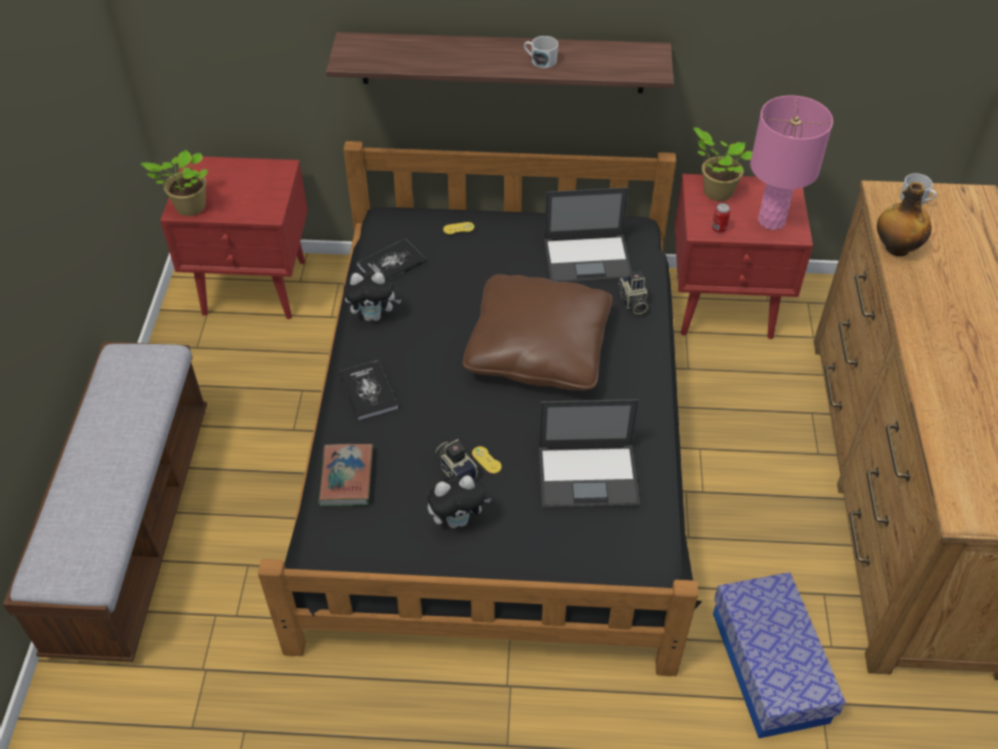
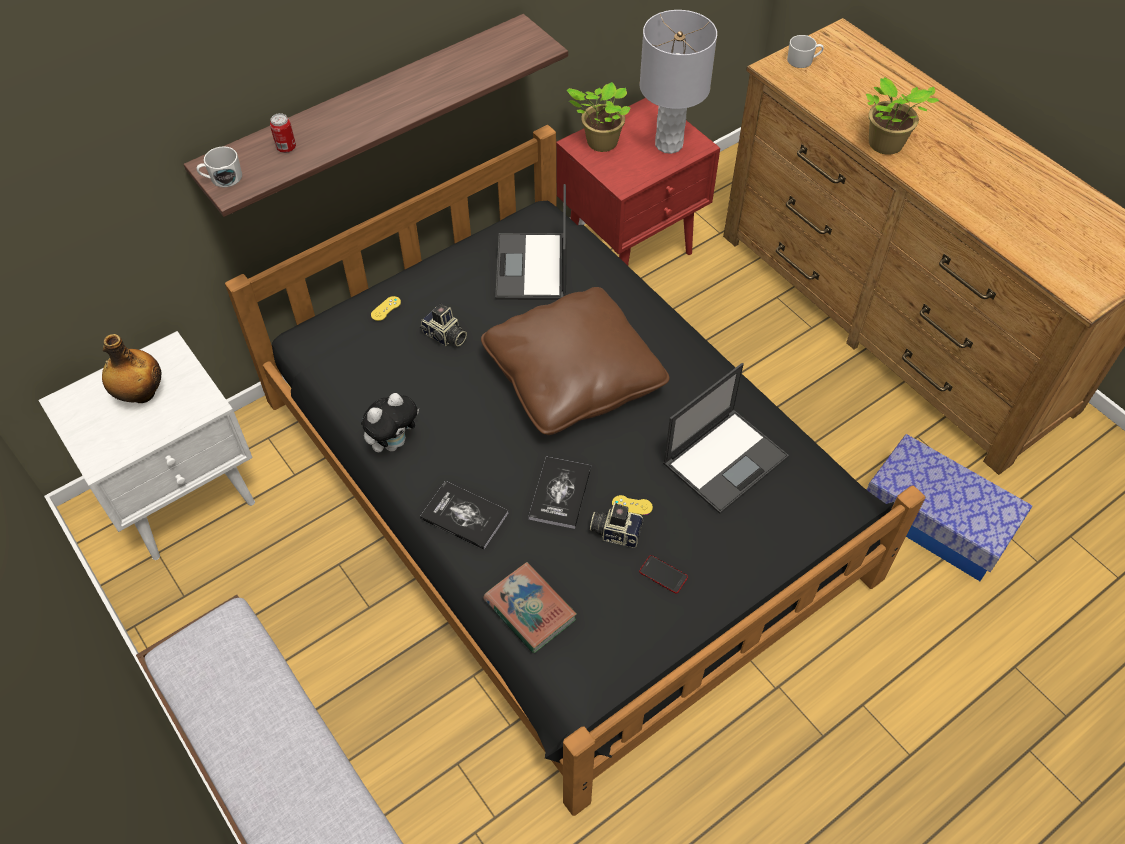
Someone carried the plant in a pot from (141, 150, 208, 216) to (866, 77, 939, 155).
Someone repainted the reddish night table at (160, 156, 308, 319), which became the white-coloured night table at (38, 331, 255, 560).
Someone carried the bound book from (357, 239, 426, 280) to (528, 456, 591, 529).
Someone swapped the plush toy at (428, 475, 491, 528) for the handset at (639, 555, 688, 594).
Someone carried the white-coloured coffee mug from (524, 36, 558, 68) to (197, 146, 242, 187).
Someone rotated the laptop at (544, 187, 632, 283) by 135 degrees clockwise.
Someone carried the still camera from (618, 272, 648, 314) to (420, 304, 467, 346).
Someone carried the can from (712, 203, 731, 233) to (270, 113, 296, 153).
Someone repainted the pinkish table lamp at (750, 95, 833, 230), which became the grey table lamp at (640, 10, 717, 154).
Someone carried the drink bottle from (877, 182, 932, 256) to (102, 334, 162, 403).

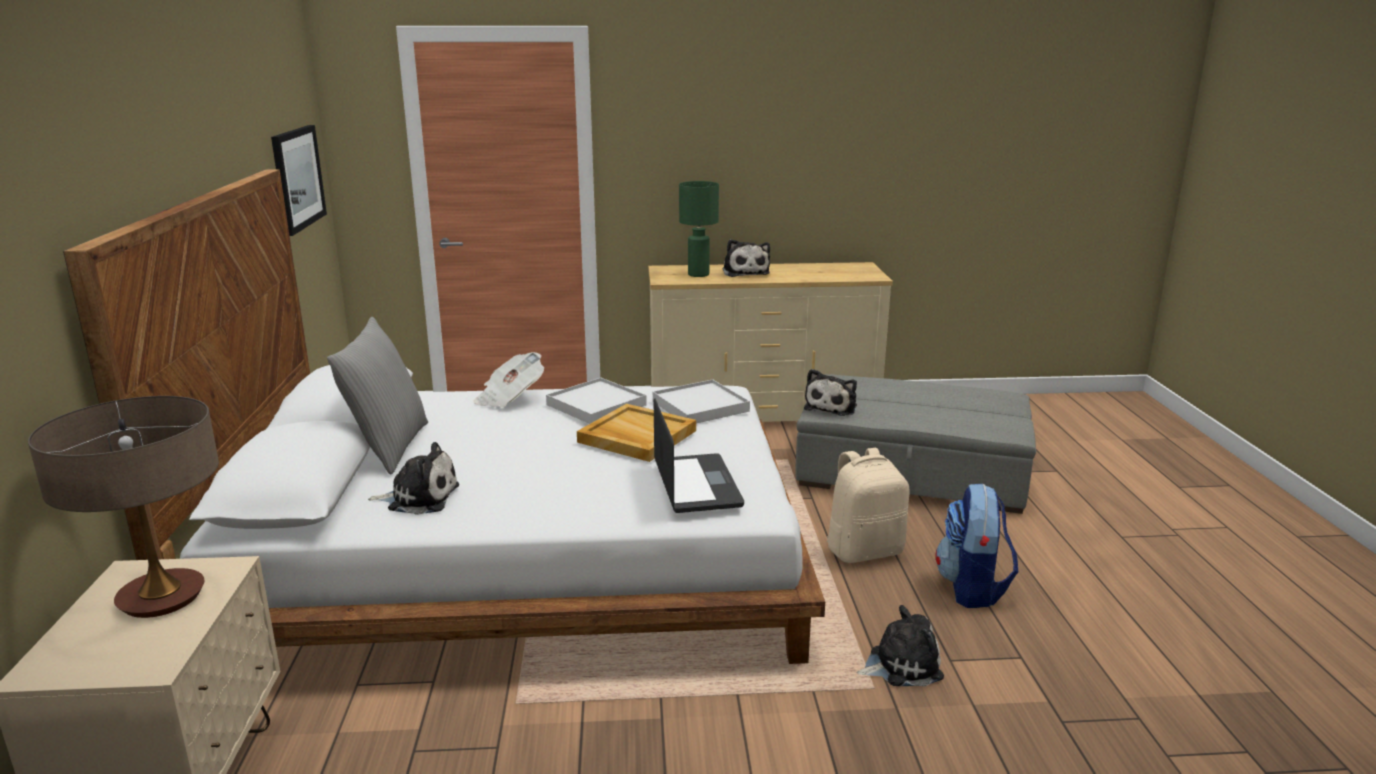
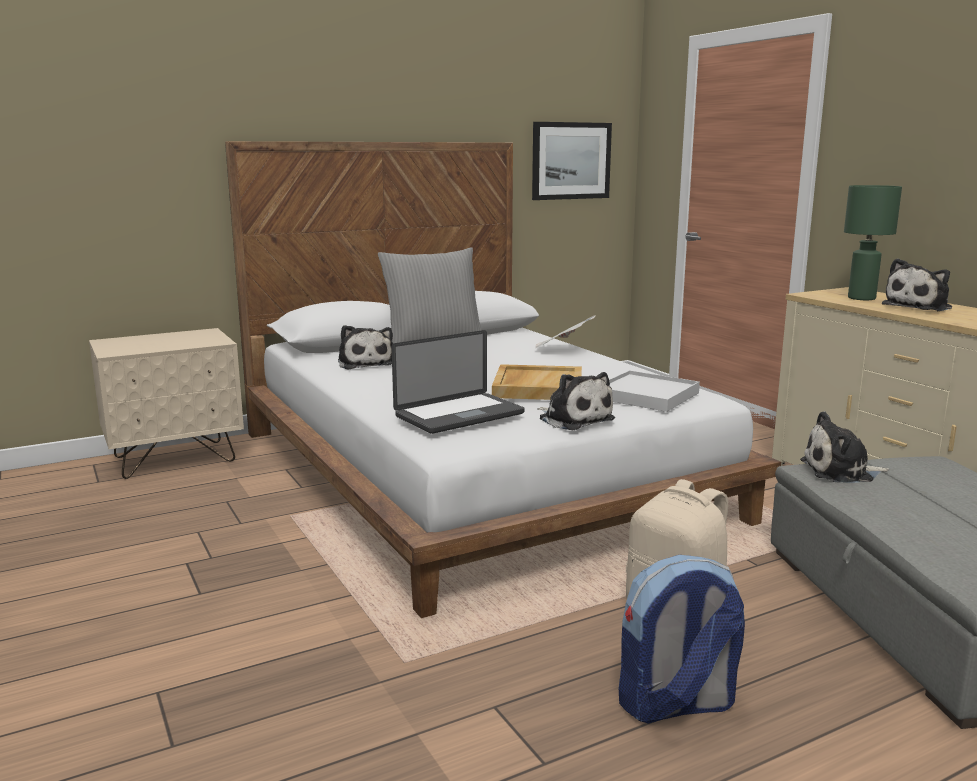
Someone took away the table lamp at (28, 396, 219, 618).
Someone took away the white-coloured carrying tray at (546, 378, 647, 424).
Someone carried the plush toy from (857, 605, 944, 686) to (537, 372, 615, 430).

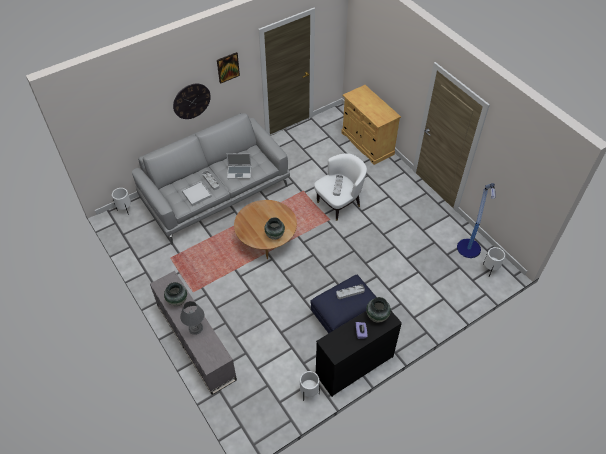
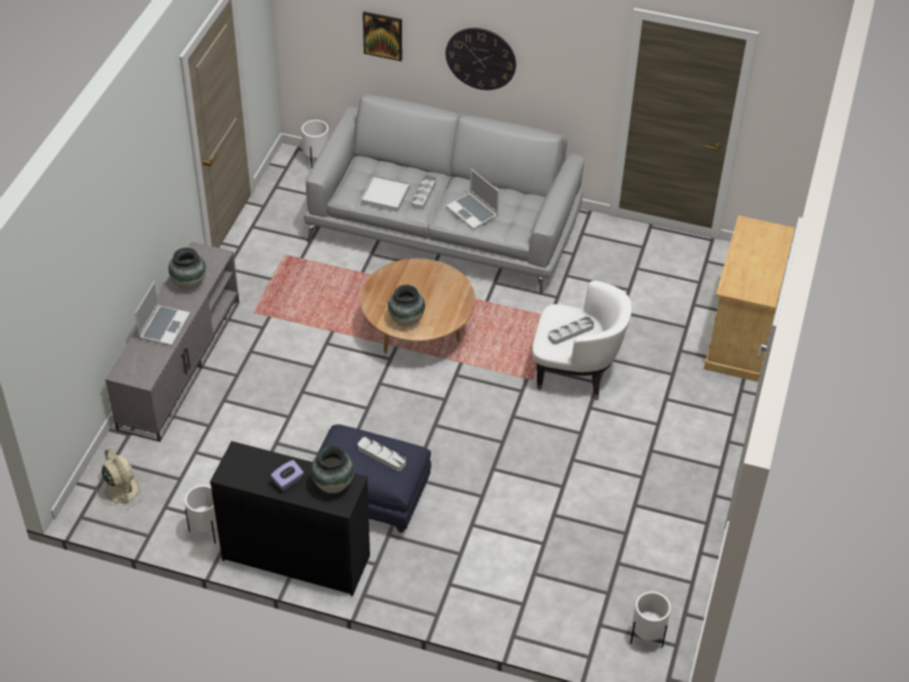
Someone swapped the grey table lamp at (180, 301, 204, 335) for the laptop at (135, 281, 190, 346).
Someone carried the wall picture from (217, 52, 240, 84) to (363, 11, 402, 61).
Someone took away the standing lamp at (457, 183, 496, 258).
Someone put down the sand-coloured fan at (96, 449, 146, 510).

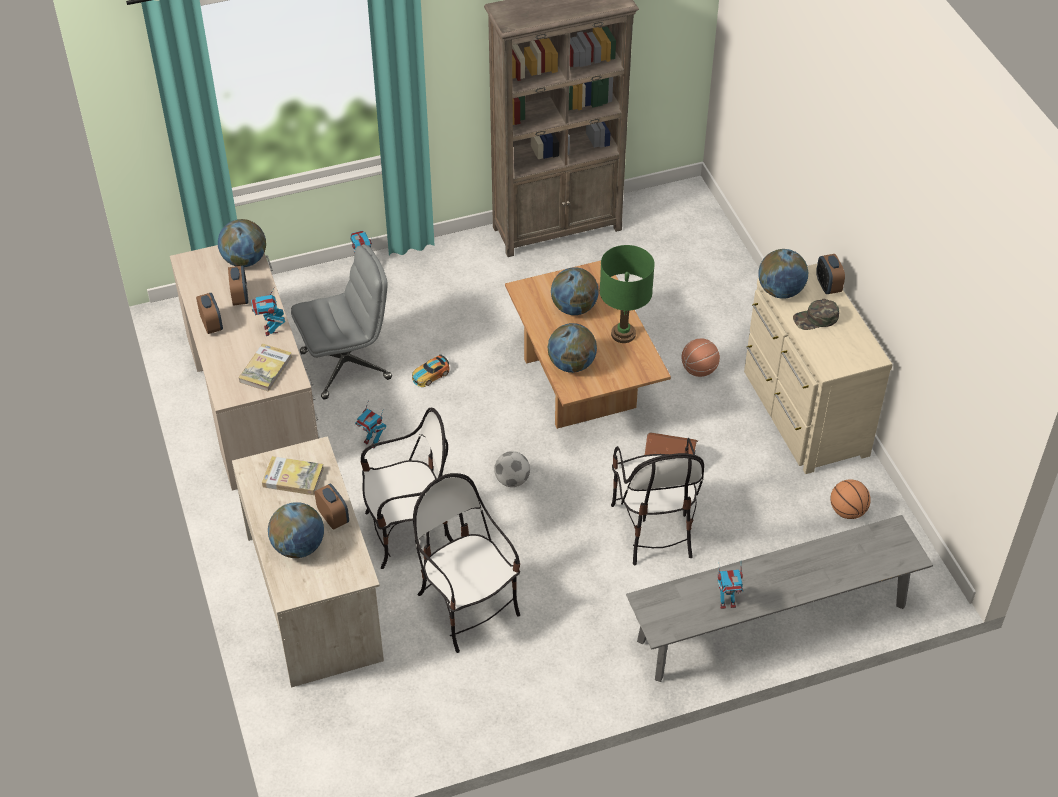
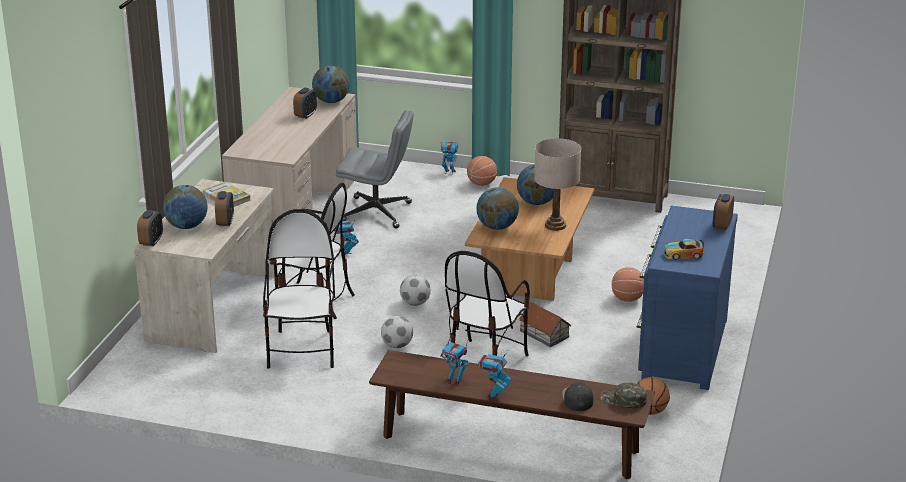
Someone carried the bedside clock from (196, 293, 223, 334) to (137, 210, 163, 247).
Someone took away the bound book at (239, 344, 292, 392).
Someone carried the robot figure from (251, 288, 285, 336) to (478, 351, 511, 399).
Someone carried the toy car from (412, 354, 449, 387) to (664, 239, 704, 260).
Someone repainted the green-coloured table lamp at (600, 245, 655, 343), which became the sand-coloured table lamp at (534, 138, 581, 231).
Someone repainted the grey long seat at (626, 515, 933, 682), which became the brown long seat at (369, 350, 655, 479).
Someone repainted the sand-coloured drawer chest at (744, 263, 893, 474), which became the bluish drawer chest at (636, 206, 738, 390).
Someone took away the globe at (758, 249, 808, 299).
Someone carried the green-coloured peaked cap from (793, 299, 839, 330) to (600, 382, 647, 409).
Someone put down the football ball at (381, 316, 413, 348).
Someone put down the basketball at (467, 156, 497, 186).
Someone put down the blackish peaked cap at (562, 382, 593, 411).

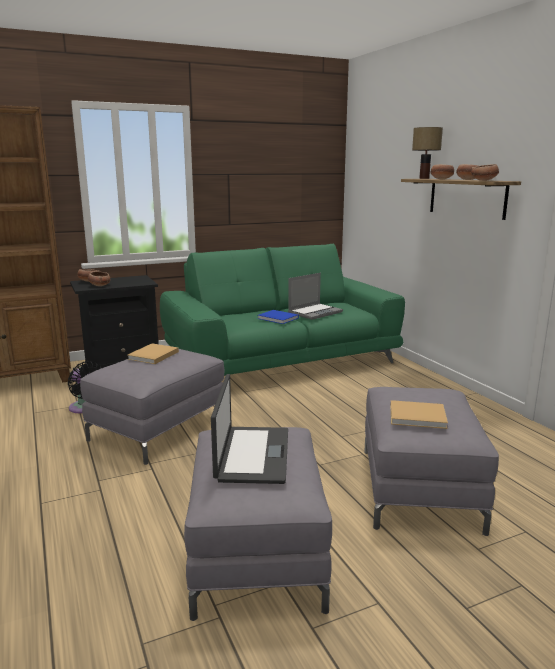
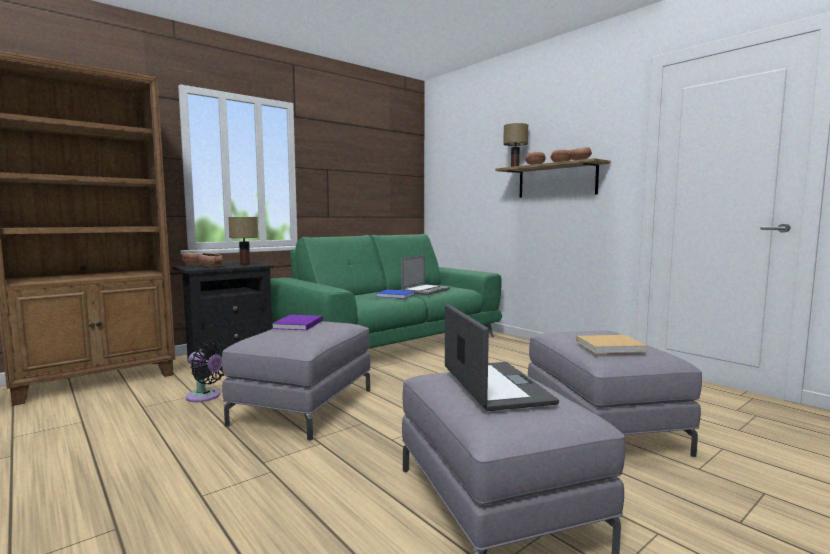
Someone repainted the sand-coloured bound book at (127, 343, 179, 364), which became the purple-coloured bound book at (272, 315, 323, 330).
Someone put down the table lamp at (228, 217, 258, 265).

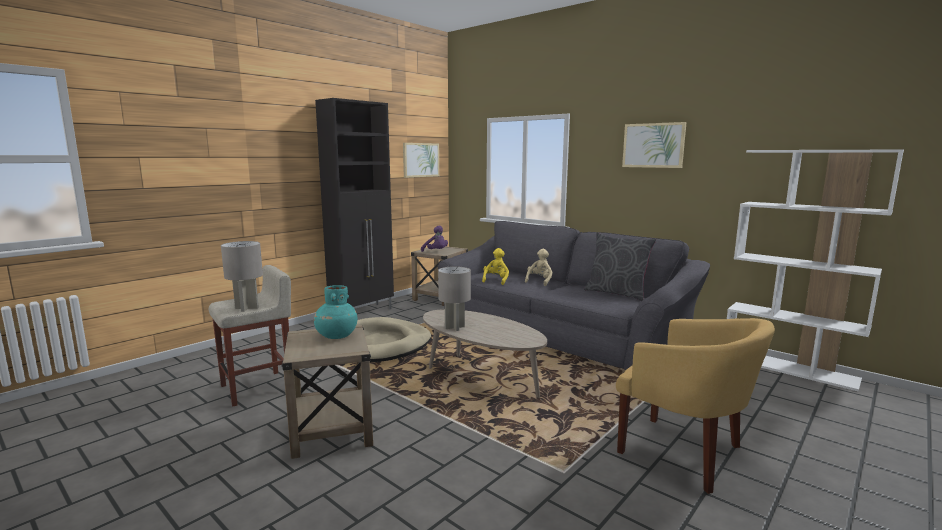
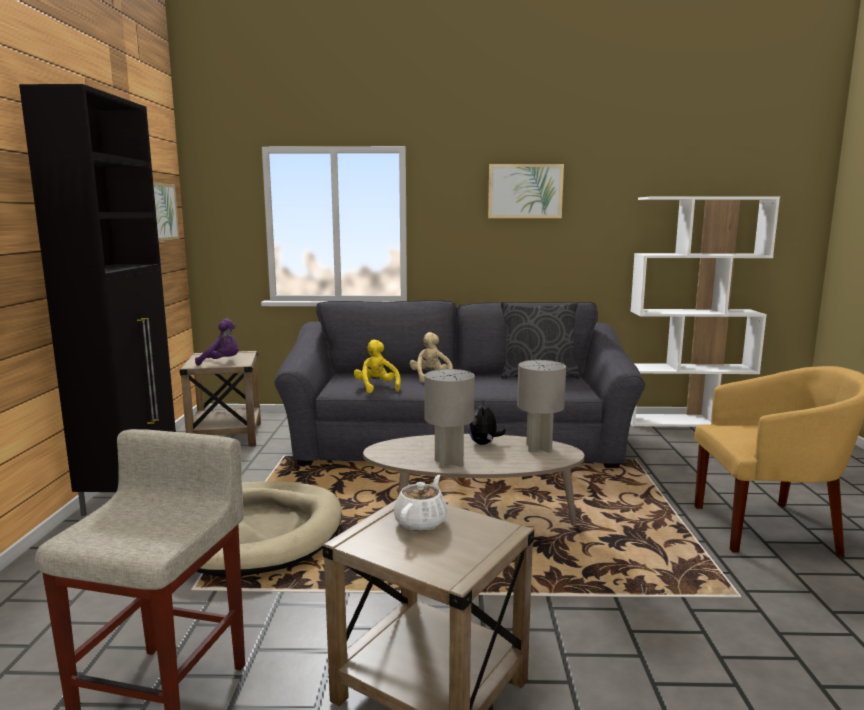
Someone carried the grey table lamp from (221, 241, 263, 312) to (517, 360, 566, 453).
Someone swapped the turquoise flower vase at (314, 285, 358, 339) for the white-coloured tea pot at (394, 475, 448, 531).
Someone put down the plush toy at (468, 399, 506, 445).

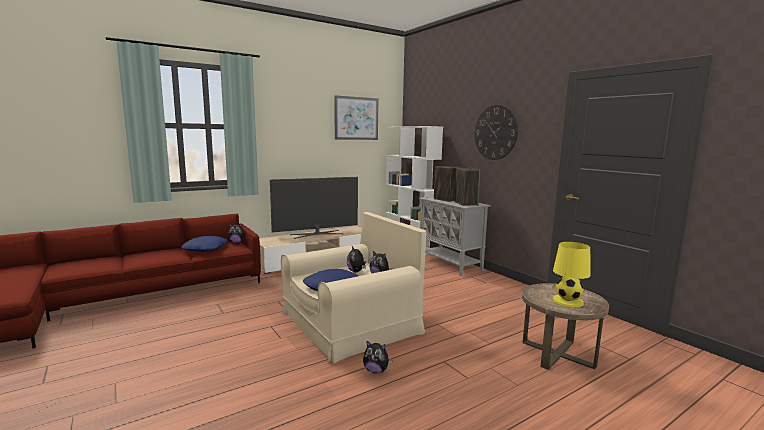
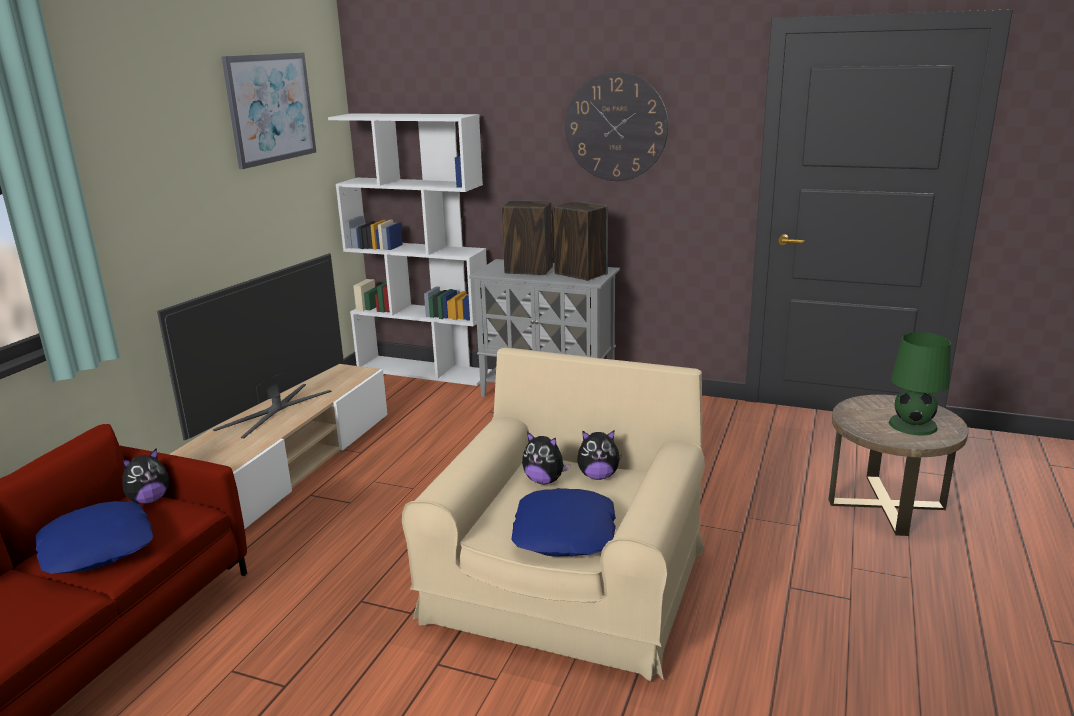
Someone took away the plush toy at (363, 341, 393, 374).
Someone repainted the yellow table lamp at (553, 242, 590, 307), which became the green-coloured table lamp at (889, 332, 951, 435).

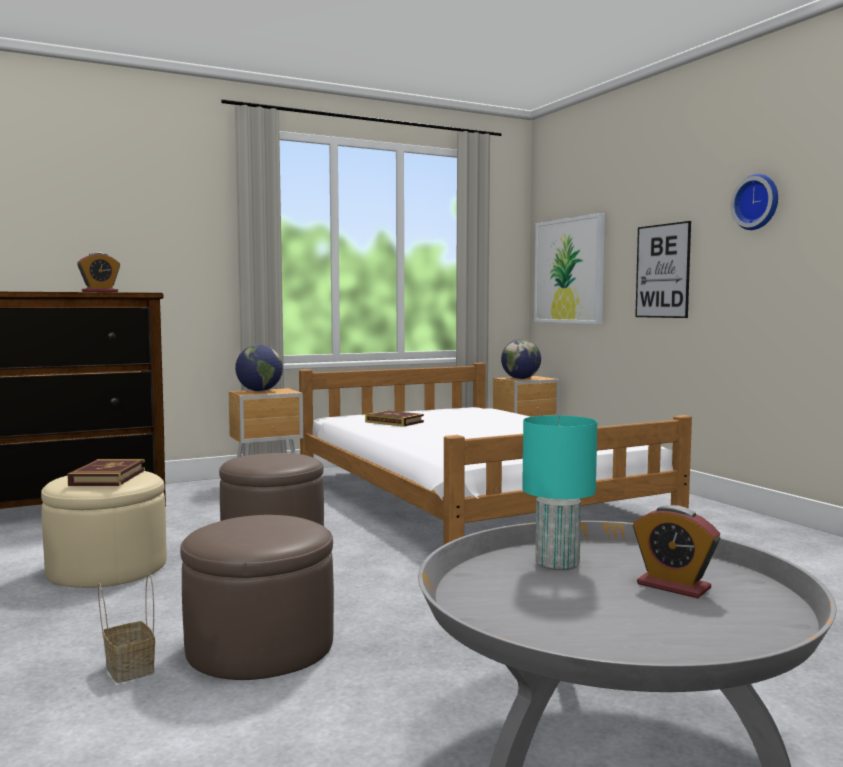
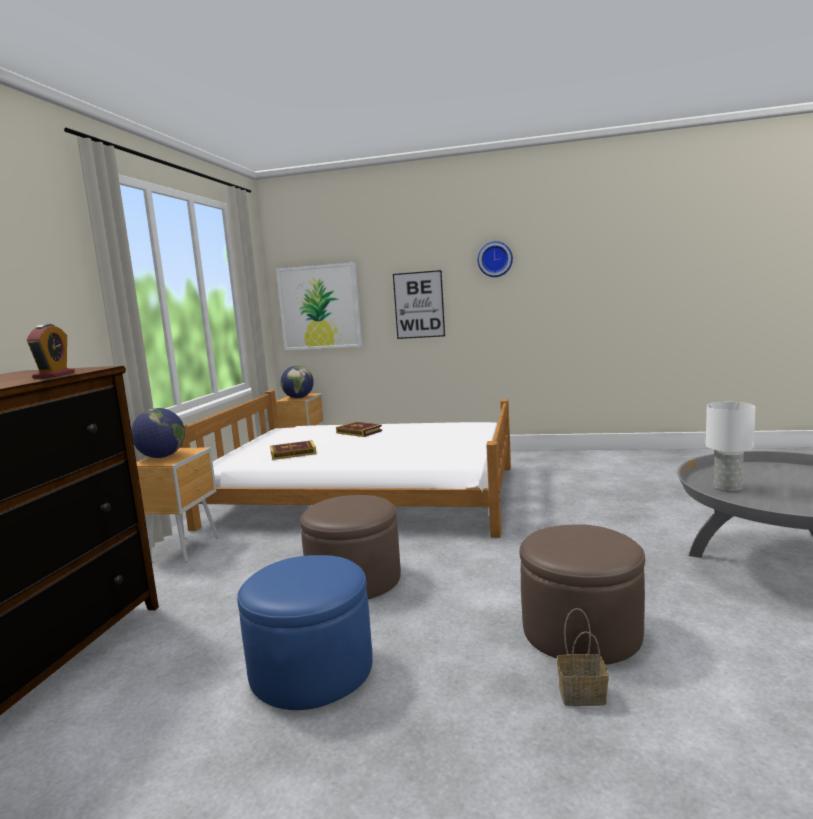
Someone repainted the sand-coloured pouffe at (41, 471, 167, 588), which became the bluish pouffe at (237, 555, 373, 710).
Someone carried the bound book from (67, 459, 145, 486) to (336, 422, 382, 437).
Someone repainted the turquoise table lamp at (522, 415, 597, 570), which became the white-coloured table lamp at (706, 402, 755, 492).
Someone took away the bedside clock at (633, 505, 721, 598).

